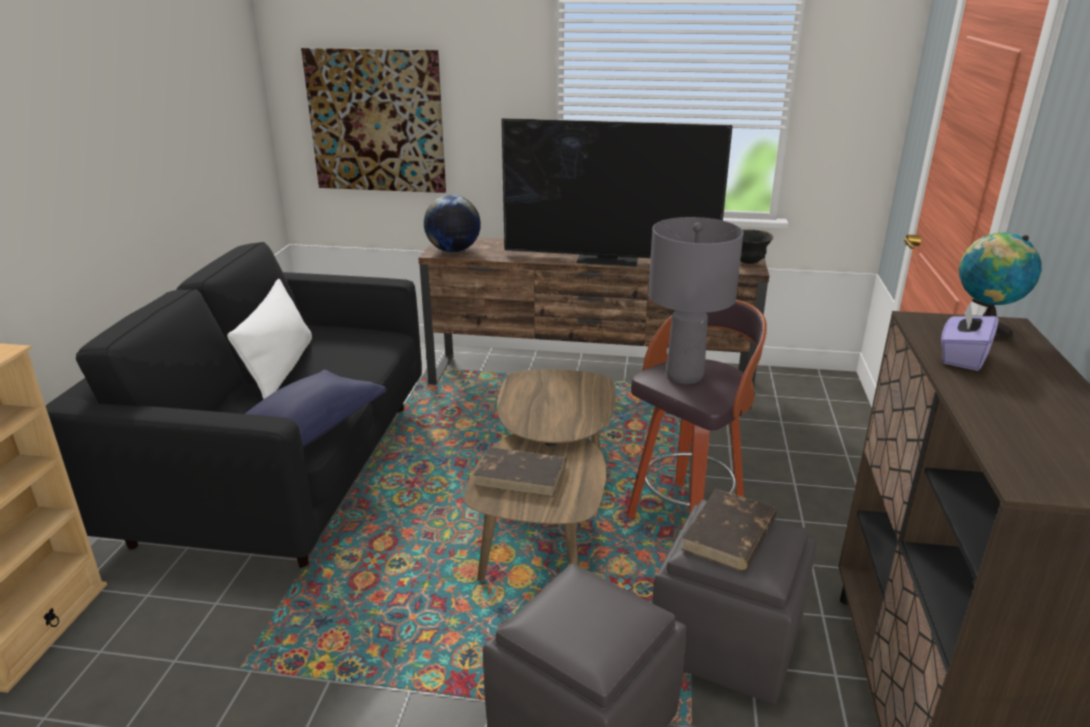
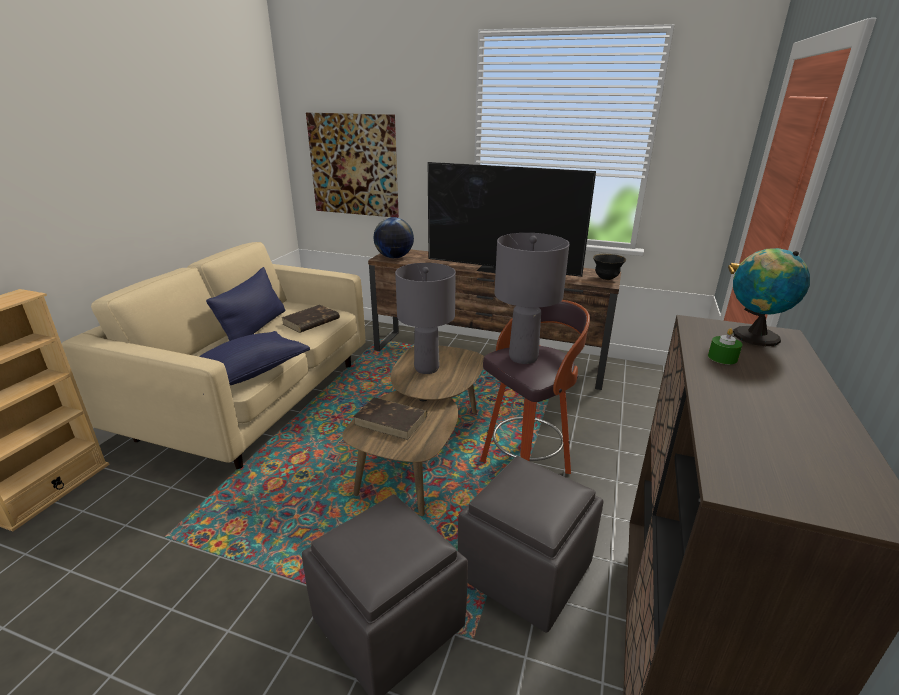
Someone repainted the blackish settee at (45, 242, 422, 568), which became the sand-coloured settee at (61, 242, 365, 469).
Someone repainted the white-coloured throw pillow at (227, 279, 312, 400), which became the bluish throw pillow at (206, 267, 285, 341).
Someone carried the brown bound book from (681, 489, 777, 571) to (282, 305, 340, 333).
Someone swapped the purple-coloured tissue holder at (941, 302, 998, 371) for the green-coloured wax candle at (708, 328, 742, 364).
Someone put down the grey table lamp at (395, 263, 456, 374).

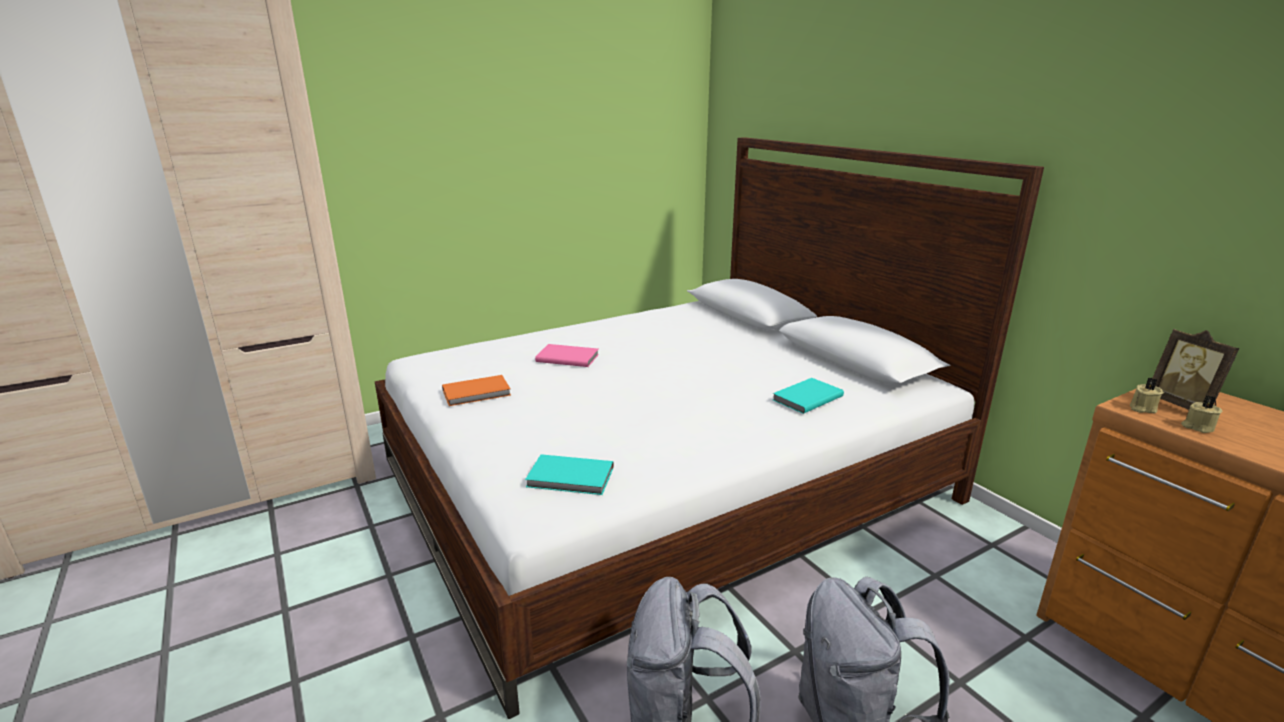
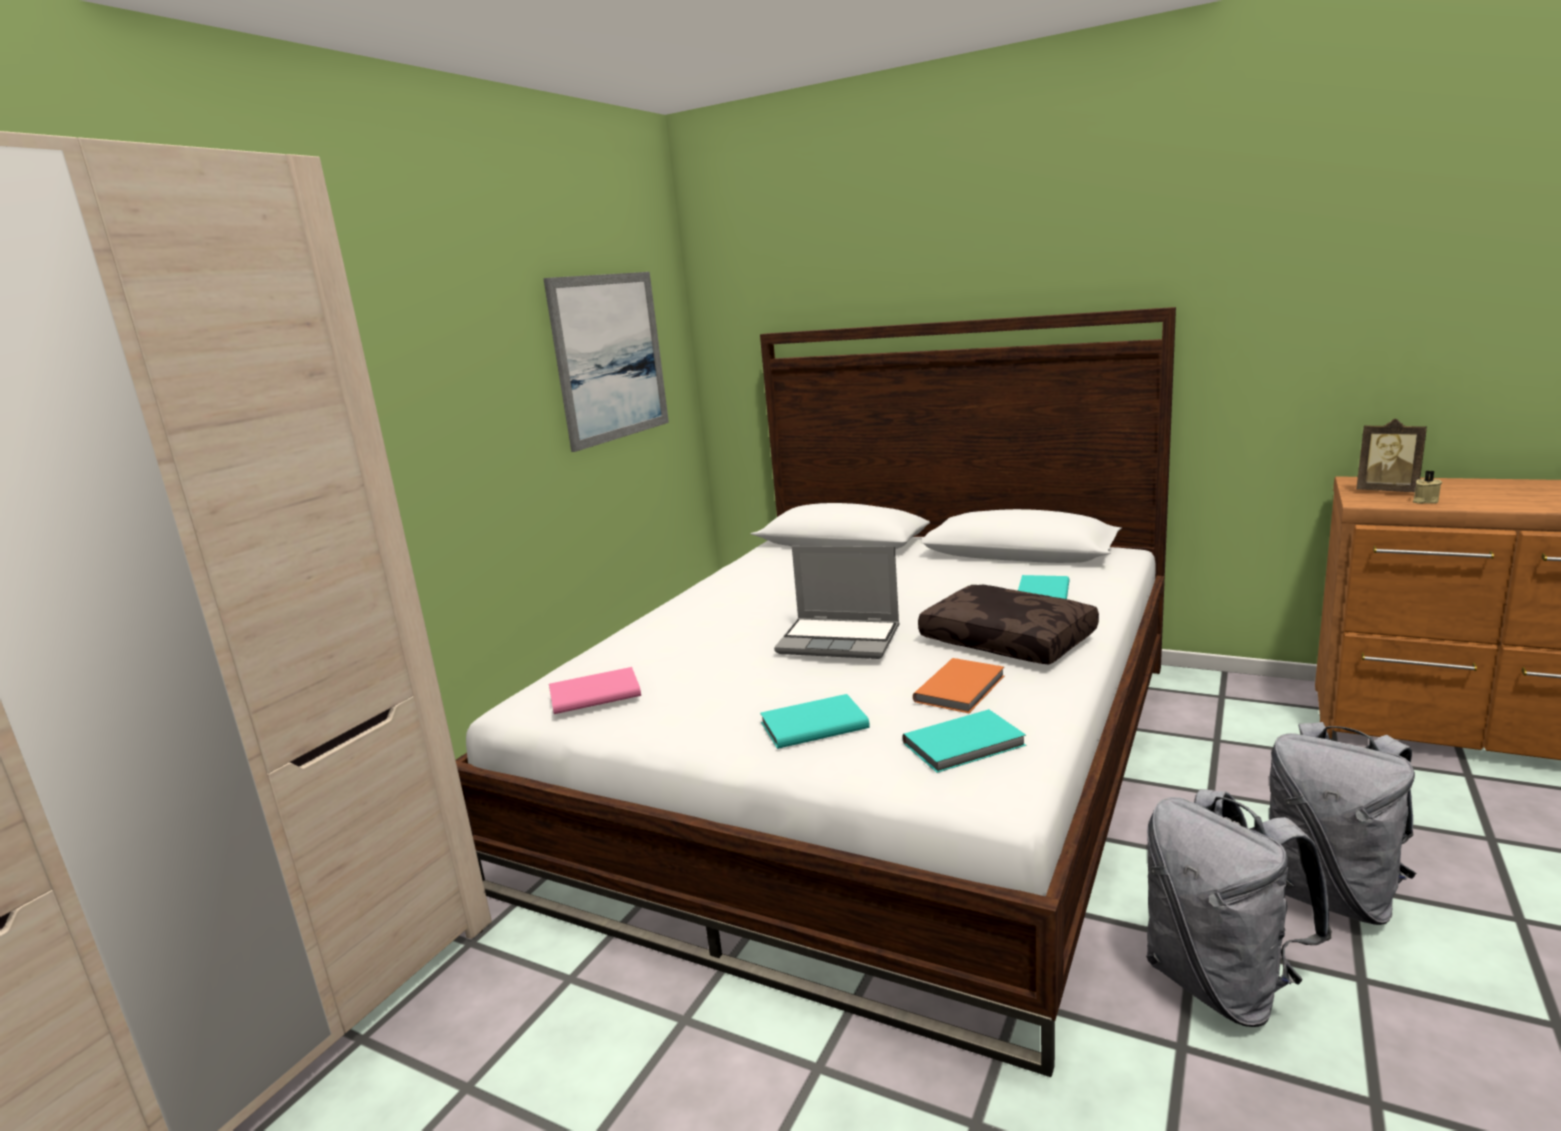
Someone carried the orange bound book from (442, 375, 511, 406) to (913, 658, 1004, 713).
Someone carried the pinkish bound book from (535, 344, 599, 367) to (549, 667, 641, 714).
Someone took away the sand-coloured wax candle at (1130, 378, 1164, 413).
Someone put up the wall picture at (543, 272, 669, 452).
Someone put down the turquoise bound book at (760, 694, 870, 749).
Someone put down the laptop at (774, 546, 899, 659).
Someone put down the brown throw pillow at (918, 585, 1099, 665).

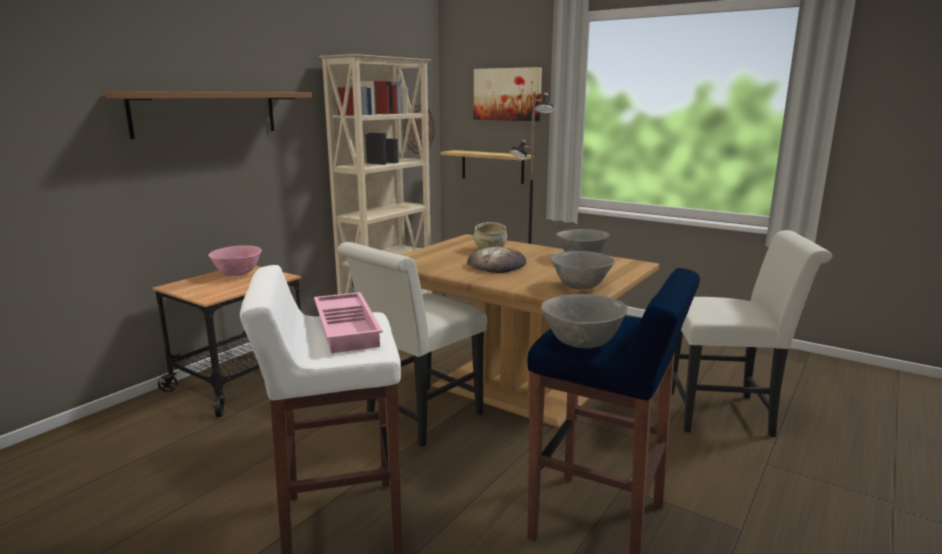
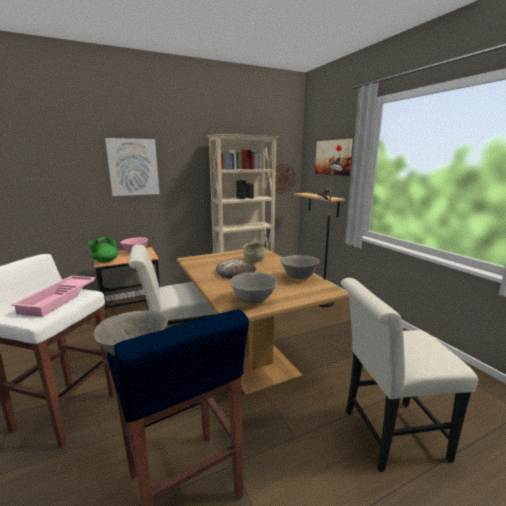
Someone swapped the brown wall shelf at (105, 92, 312, 139) for the wall picture at (105, 138, 160, 196).
Someone rotated the white-coloured upright chair at (672, 230, 832, 437) by 135 degrees clockwise.
Someone put down the green-coloured tea pot at (88, 237, 118, 263).

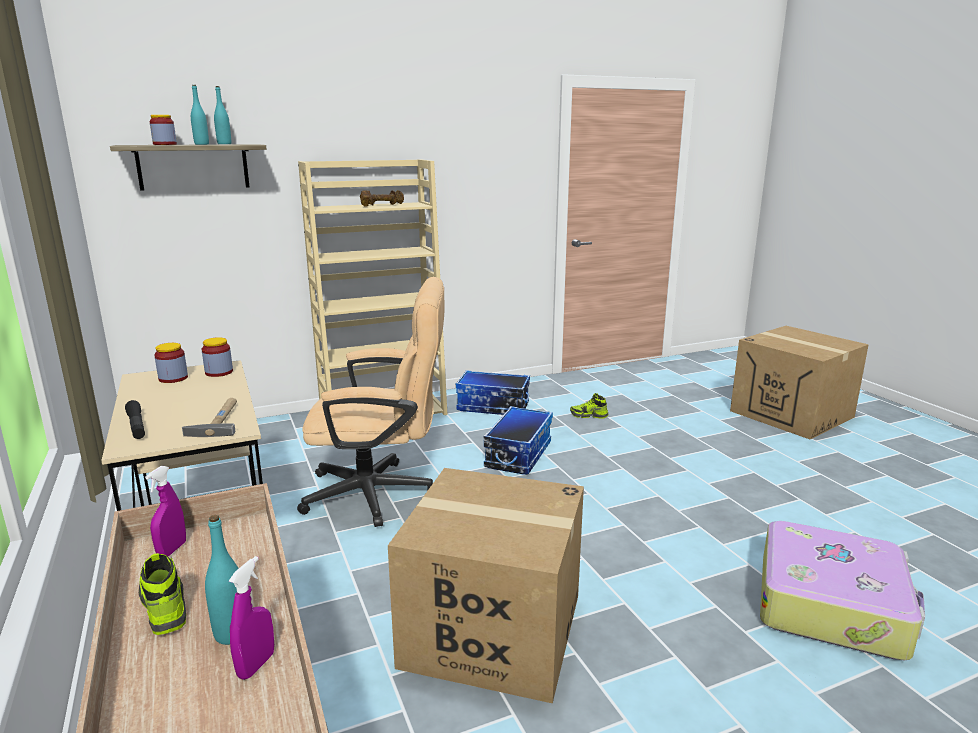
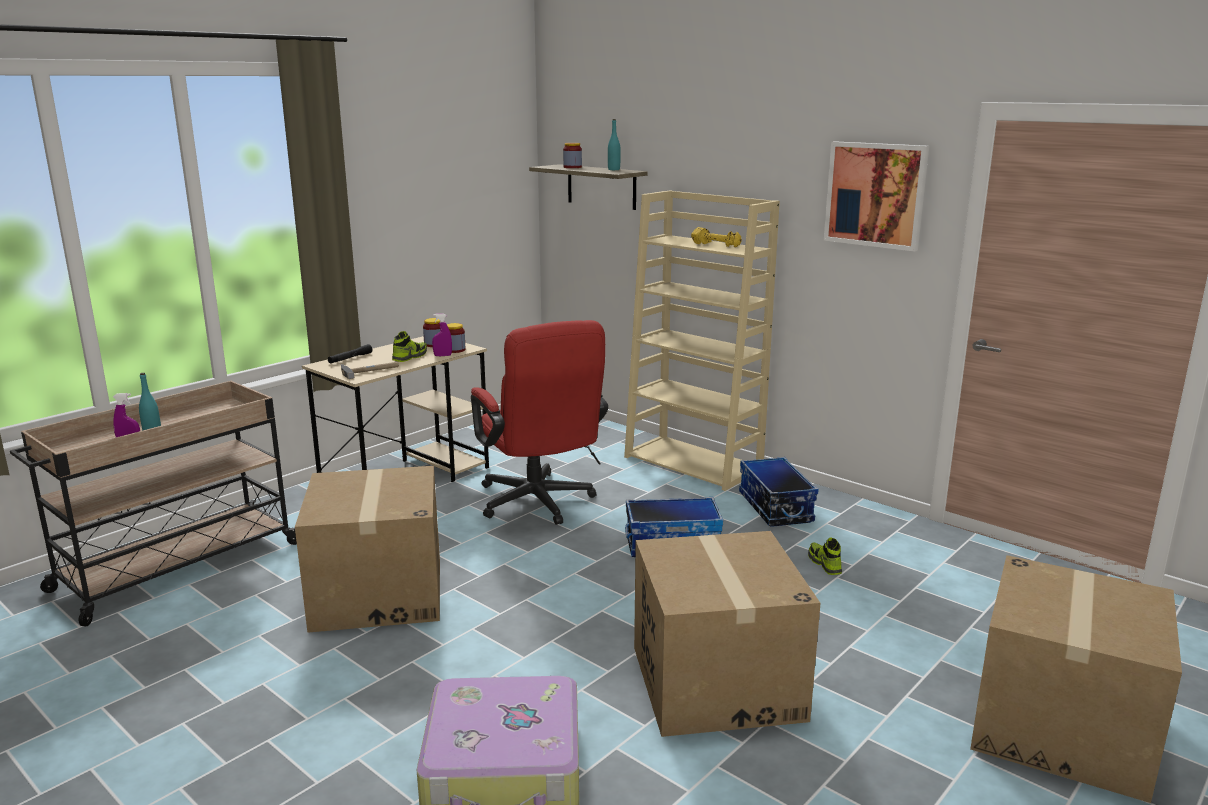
Someone carried the low shoe from (139, 553, 186, 635) to (392, 331, 427, 362).
Someone carried the purple-coloured sprayer from (145, 466, 186, 556) to (432, 313, 452, 356).
Someone took away the turquoise drink bottle at (191, 85, 209, 145).
Someone repainted the sand-coloured computer chair at (297, 277, 444, 527), which became the reddish computer chair at (471, 320, 608, 525).
Someone repainted the brown dumbbell at (360, 190, 404, 206), which became the yellow dumbbell at (691, 227, 742, 247).
Someone put down the cardboard box at (634, 531, 820, 737).
Someone put up the wall picture at (824, 141, 929, 252).

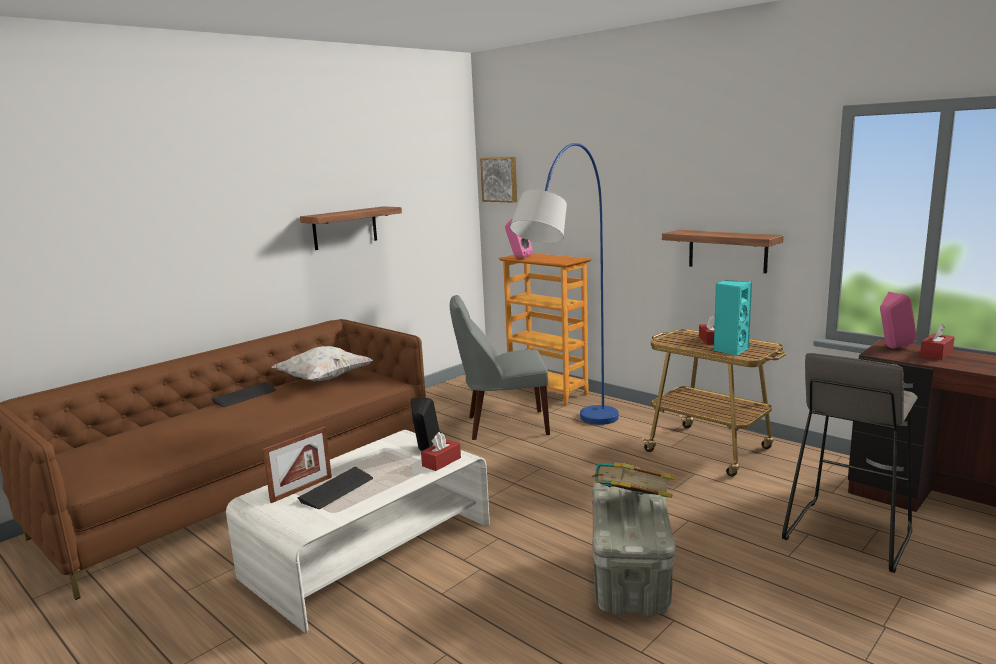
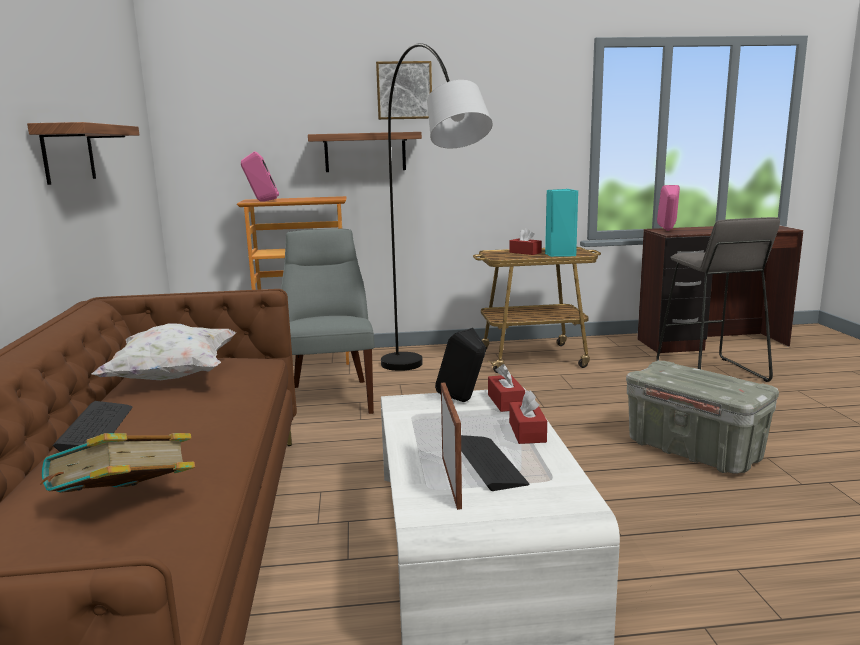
Someone rotated the grey upright chair at (450, 295, 550, 440) by 135 degrees clockwise.
Someone carried the wall picture from (480, 157, 517, 203) to (376, 61, 432, 120).
Someone repainted the bluish standing lamp at (510, 143, 619, 425), which became the grey standing lamp at (381, 43, 493, 371).
Someone carried the bound book from (592, 463, 675, 498) to (40, 433, 195, 493).
Someone carried the wall shelf from (662, 230, 784, 273) to (308, 132, 422, 172).
Someone carried the reddish tissue holder from (920, 324, 955, 360) to (509, 390, 547, 444).

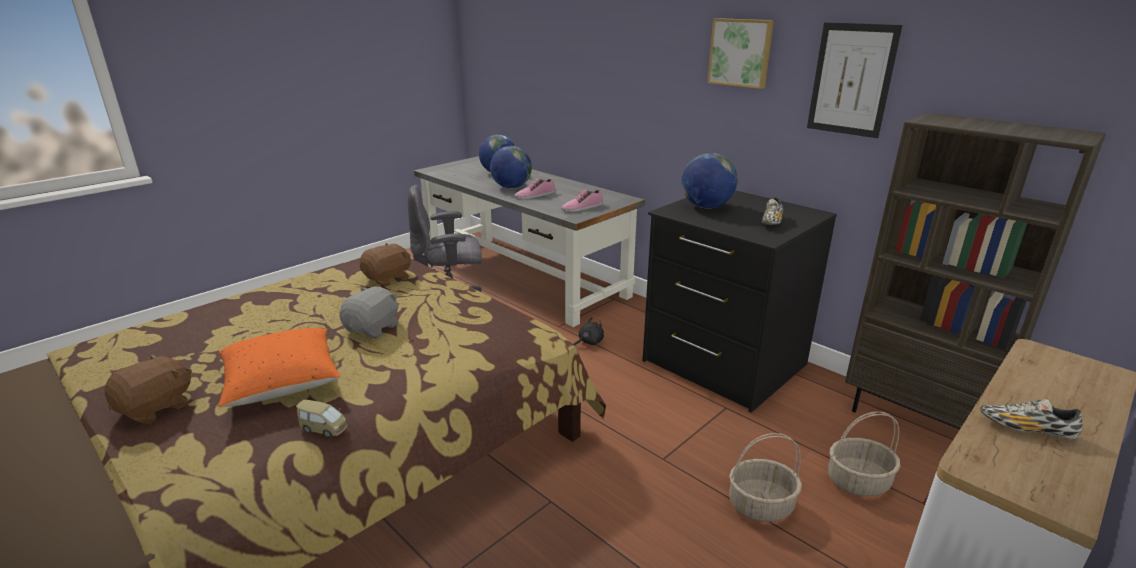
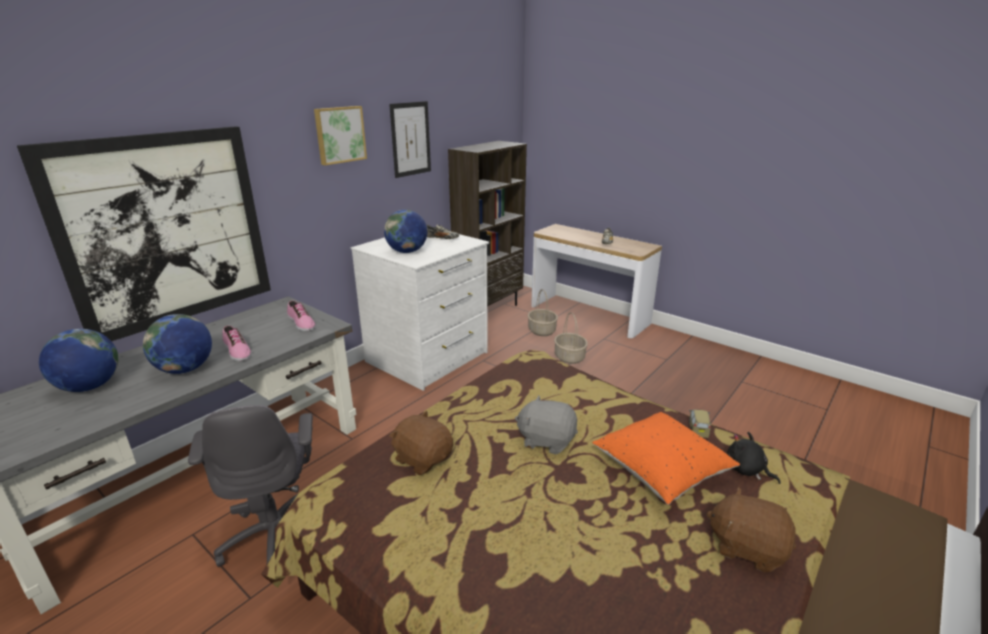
Someone carried the blackish plush toy from (574, 317, 604, 345) to (727, 432, 781, 484).
Someone repainted the blackish drawer chest at (643, 190, 837, 412), which became the white-coloured drawer chest at (351, 234, 489, 391).
Someone put up the wall picture at (17, 126, 271, 341).

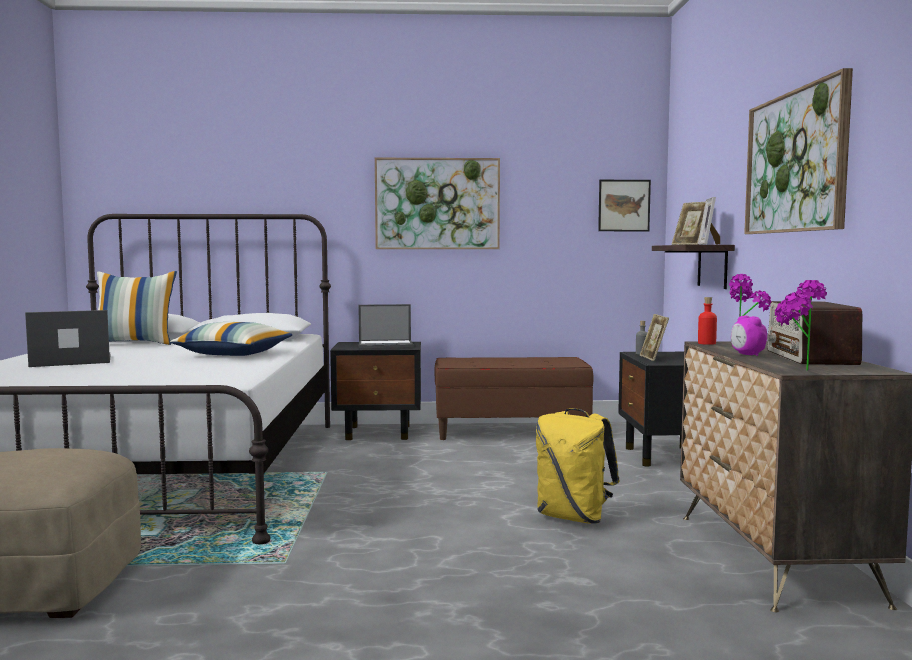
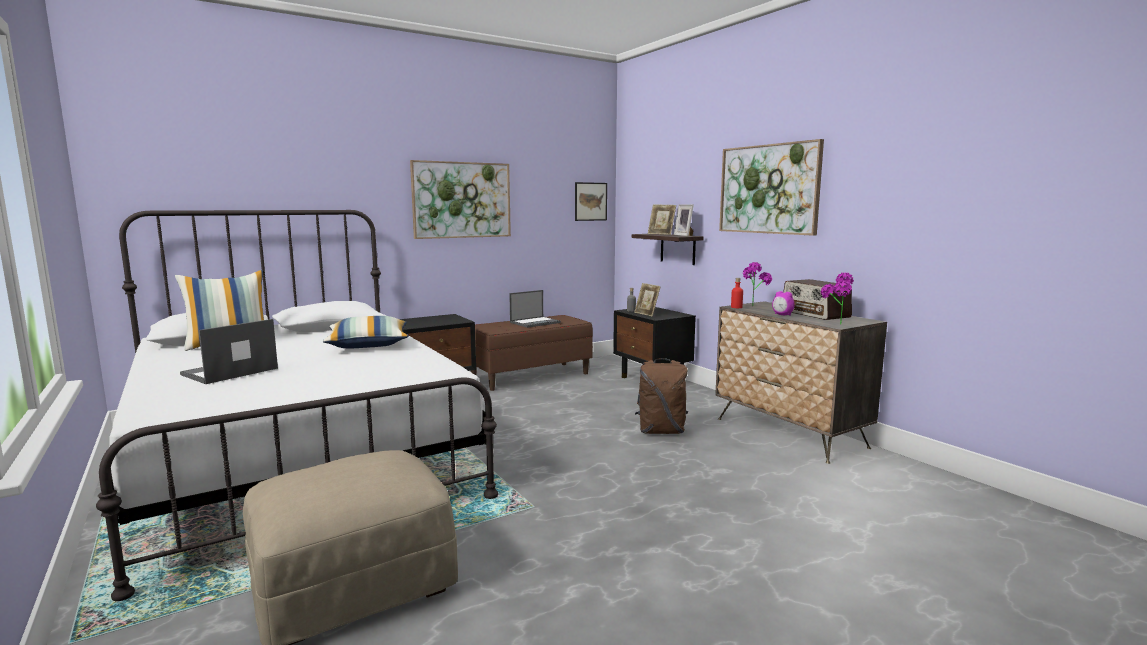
Someone carried the laptop from (358, 304, 414, 348) to (509, 290, 561, 328).
Someone repainted the yellow backpack at (536, 408, 620, 524), which became the brown backpack at (635, 358, 688, 434).

